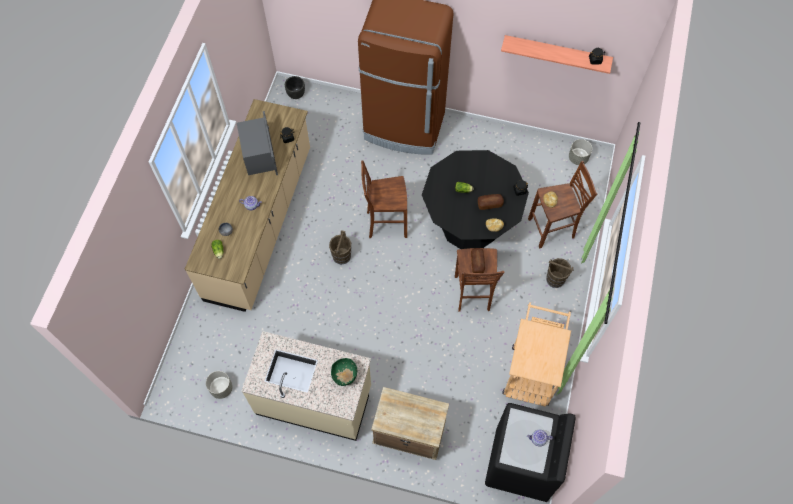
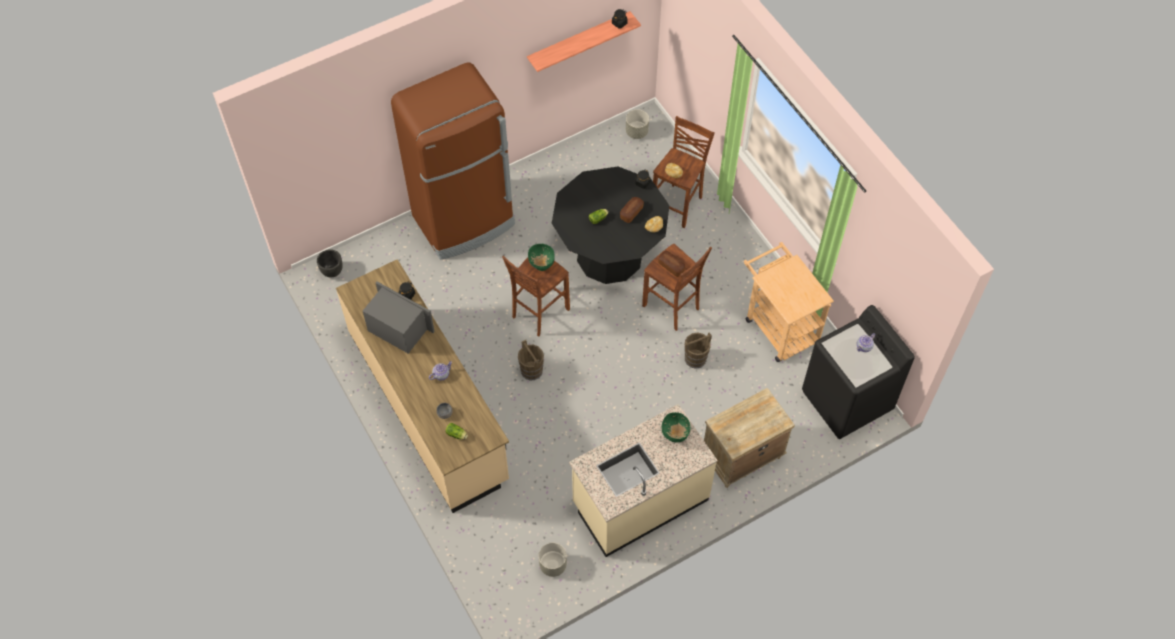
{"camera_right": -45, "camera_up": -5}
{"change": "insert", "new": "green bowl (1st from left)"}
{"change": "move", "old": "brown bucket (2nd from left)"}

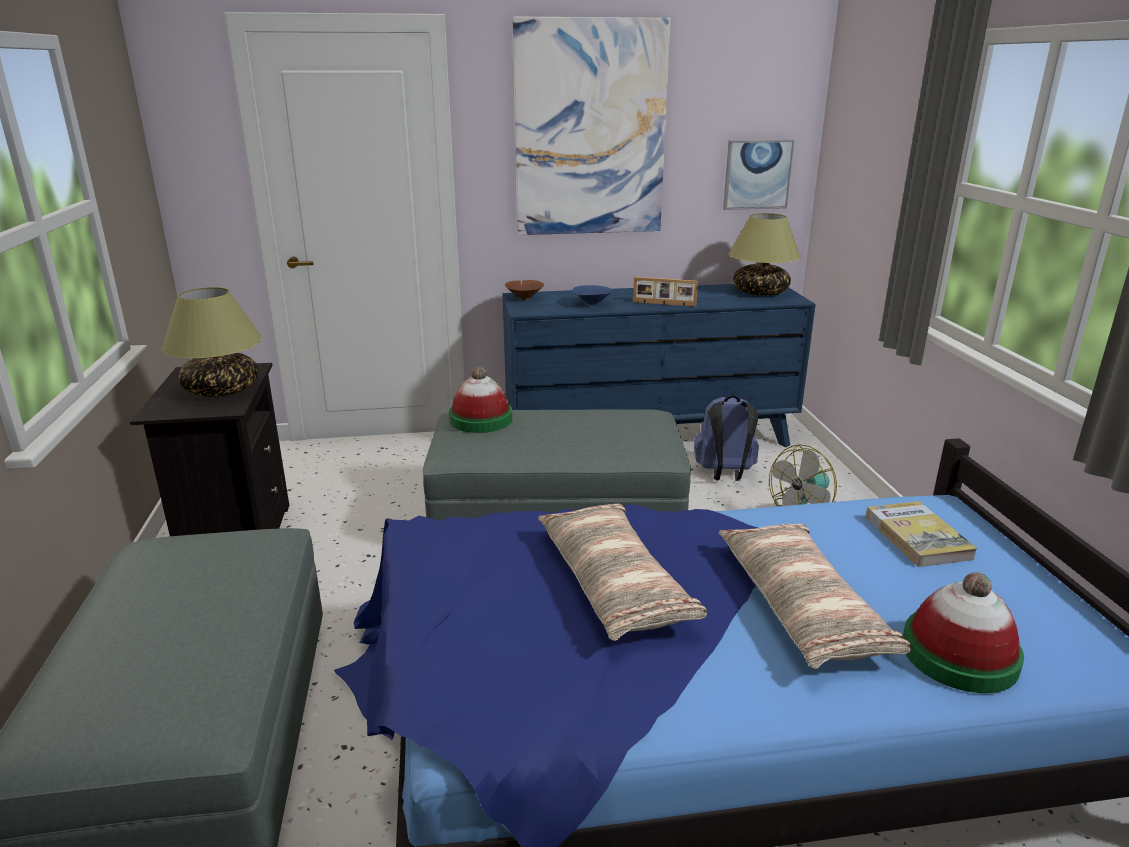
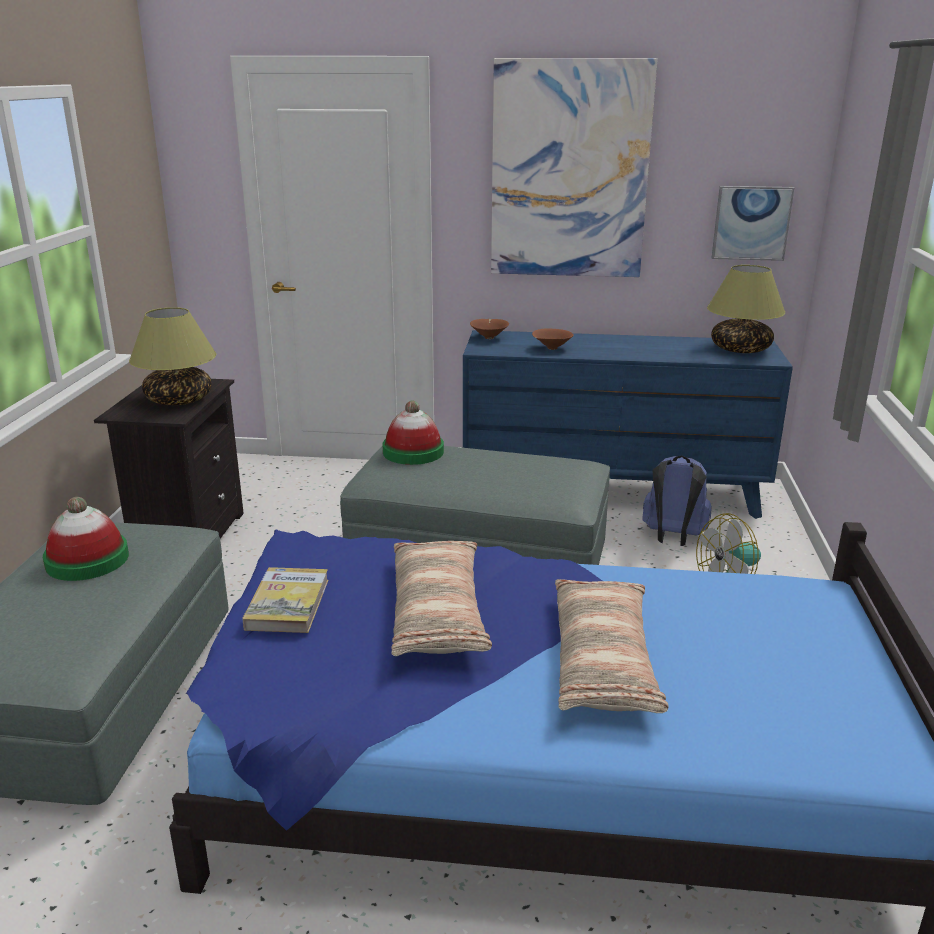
{"camera_right": 15, "camera_up": 0}
{"change": "move", "old": "hat (2nd from left in the first image)", "new": "hat (1st from left)"}
{"change": "move", "old": "book"}
{"change": "recolor", "old": "blue bowl", "new": "brown bowl (2nd from left)"}
{"change": "delete", "old": "picture frame"}

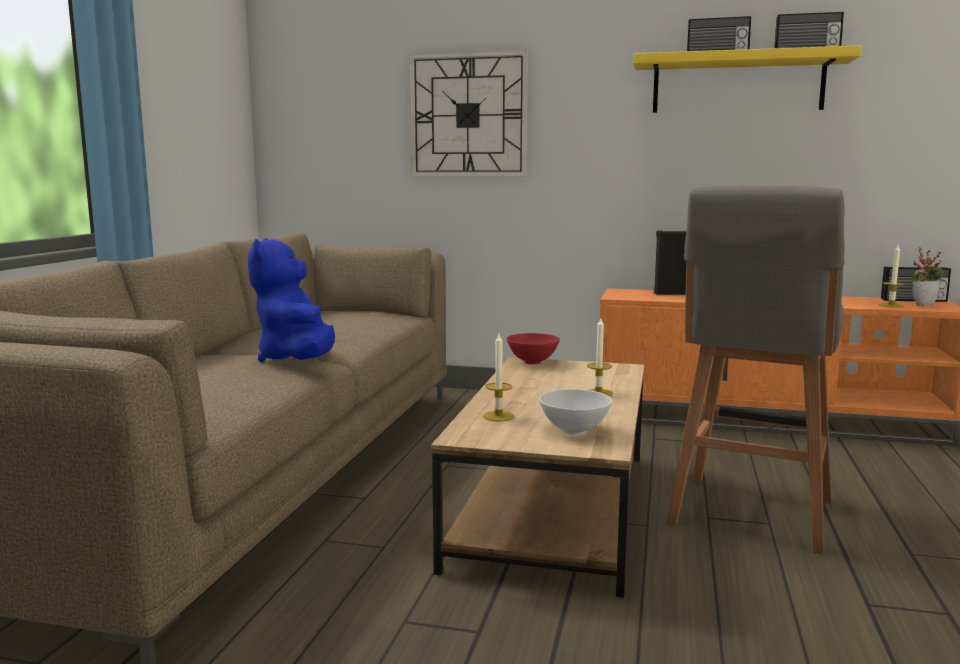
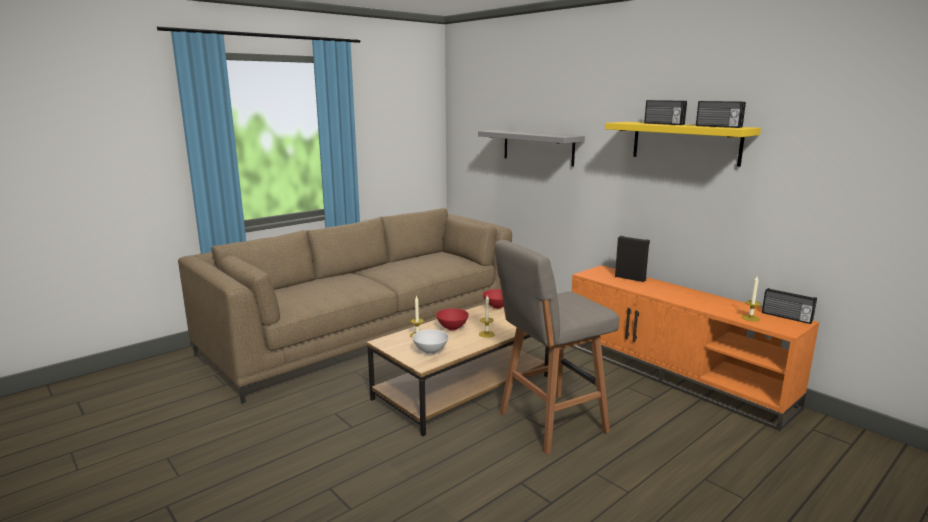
{"camera_right": 35, "camera_up": 5}
{"change": "insert", "new": "red bowl (1st from left)"}
{"change": "replace", "old": "wall clock", "new": "grey shelf"}
{"change": "delete", "old": "blue plush toy"}
{"change": "delete", "old": "potted plant"}

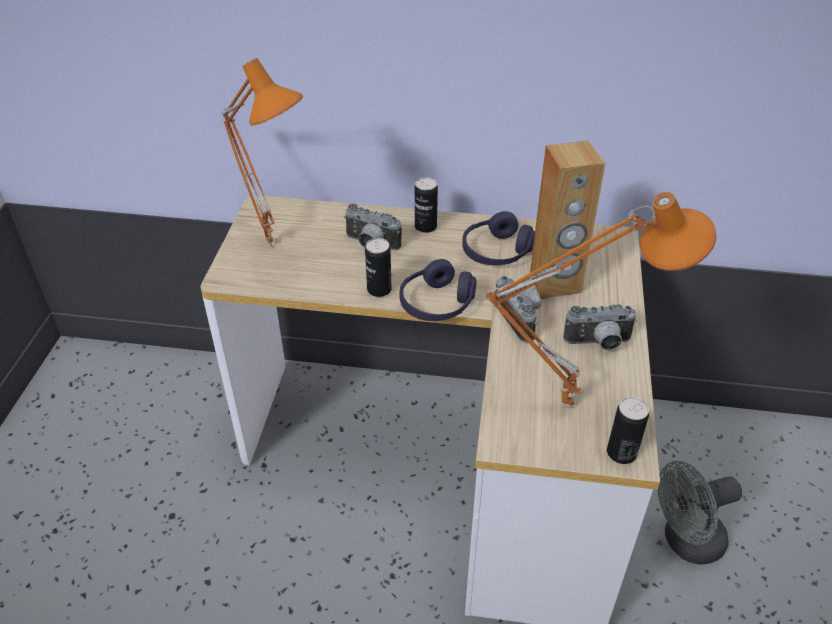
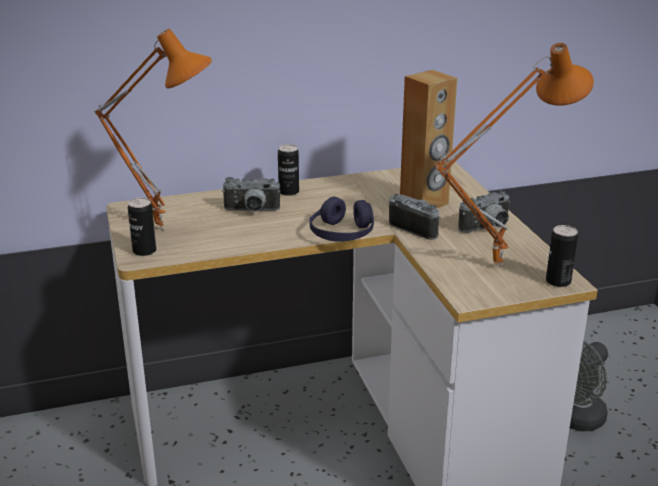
{"camera_right": -25, "camera_up": -15}
{"change": "move", "old": "can (1st from left)"}
{"change": "delete", "old": "purple headphones (2nd from left)"}

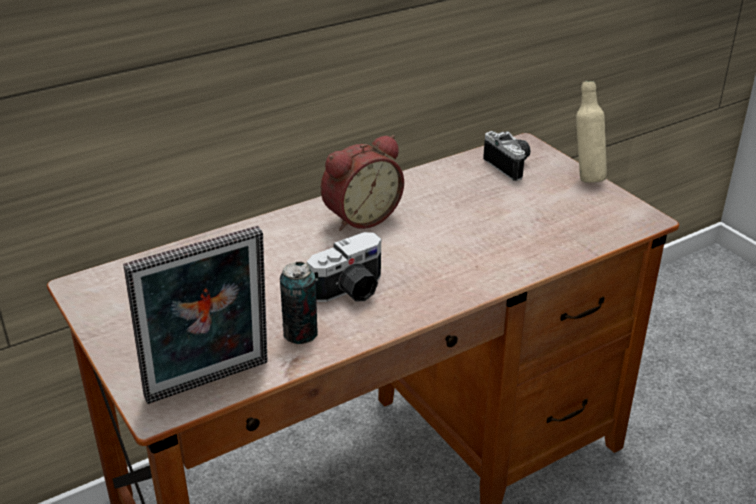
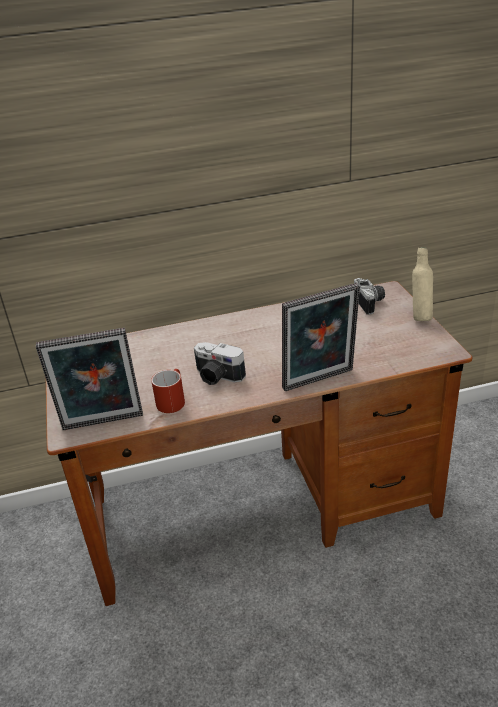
{"camera_right": 20, "camera_up": 0}
{"change": "replace", "old": "can", "new": "red mug"}
{"change": "rotate", "old": "photo camera (1st from left)", "degrees": 45}
{"change": "insert", "new": "picture frame (2nd from left)"}
{"change": "delete", "old": "alarm clock"}

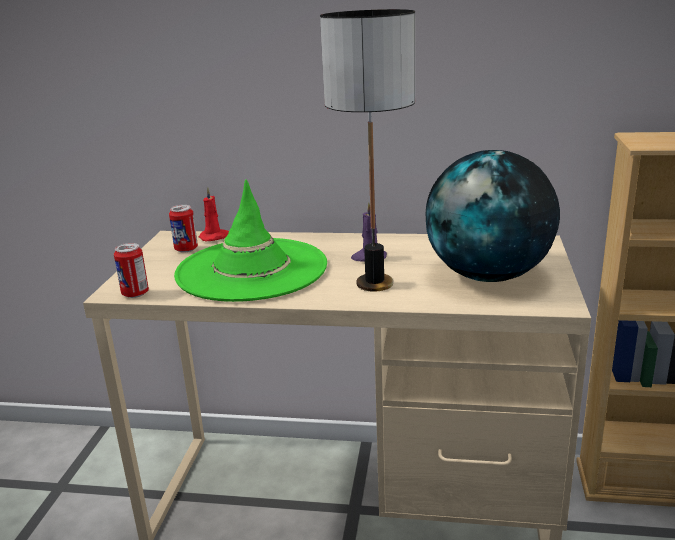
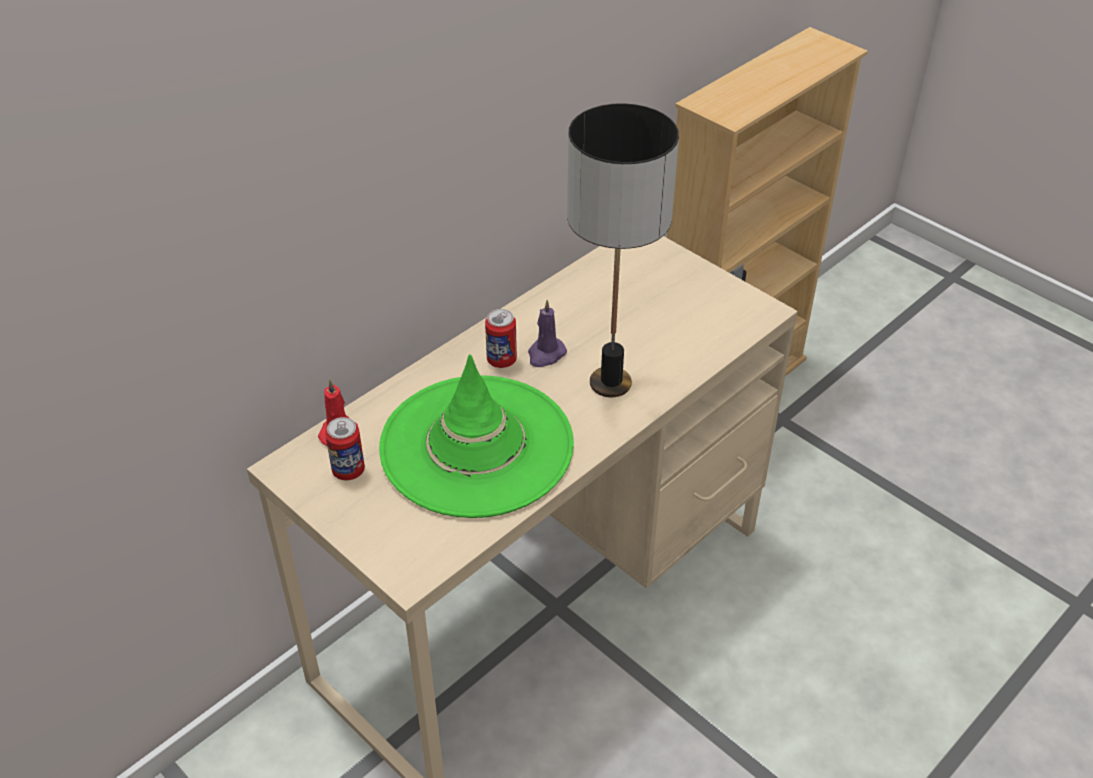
{"camera_right": -55, "camera_up": 20}
{"change": "move", "old": "can (1st from left in the first image)", "new": "can (2nd from left)"}
{"change": "delete", "old": "globe"}

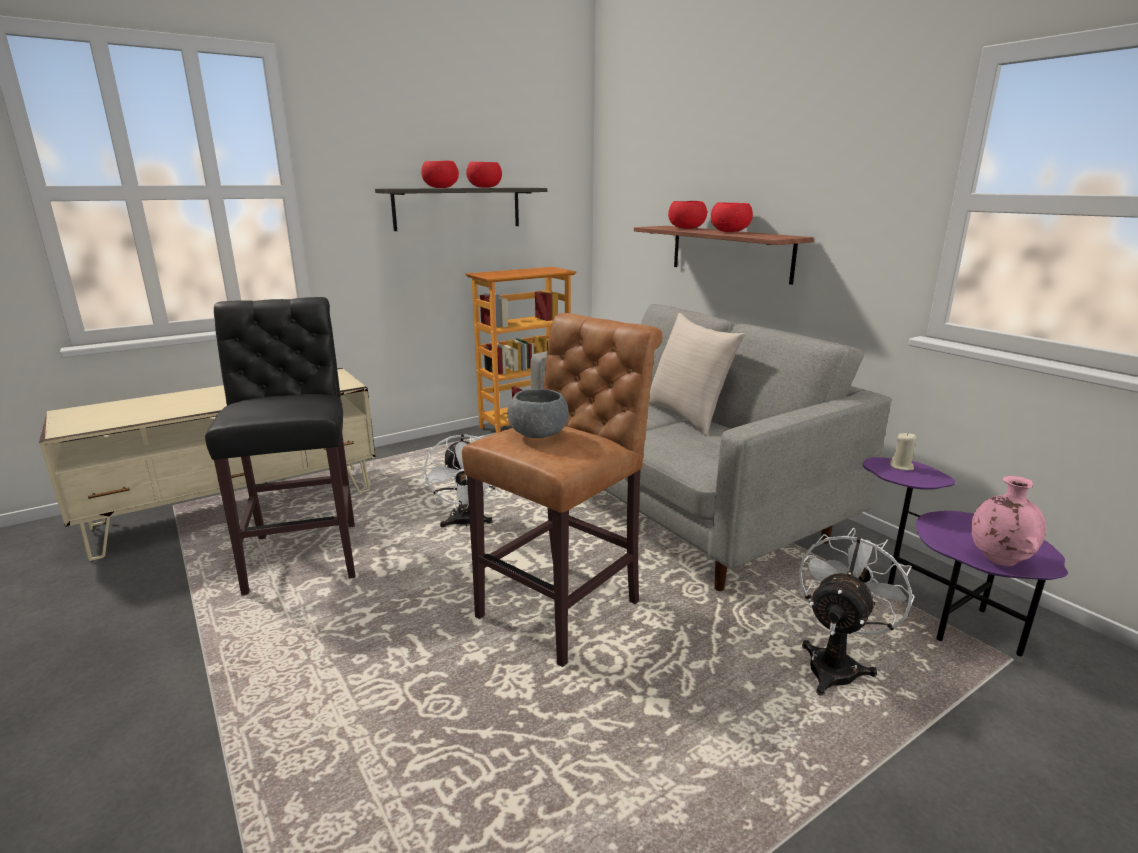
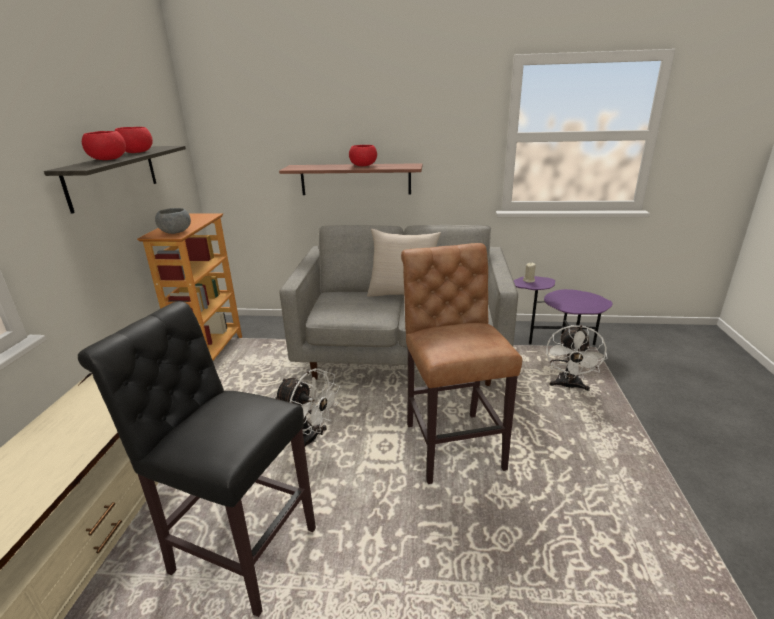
{"camera_right": -50, "camera_up": 5}
{"change": "move", "old": "grey bowl"}
{"change": "rotate", "old": "white fan (2nd from left)", "degrees": -150}
{"change": "delete", "old": "red bowl (3rd from left)"}
{"change": "delete", "old": "pink vase"}

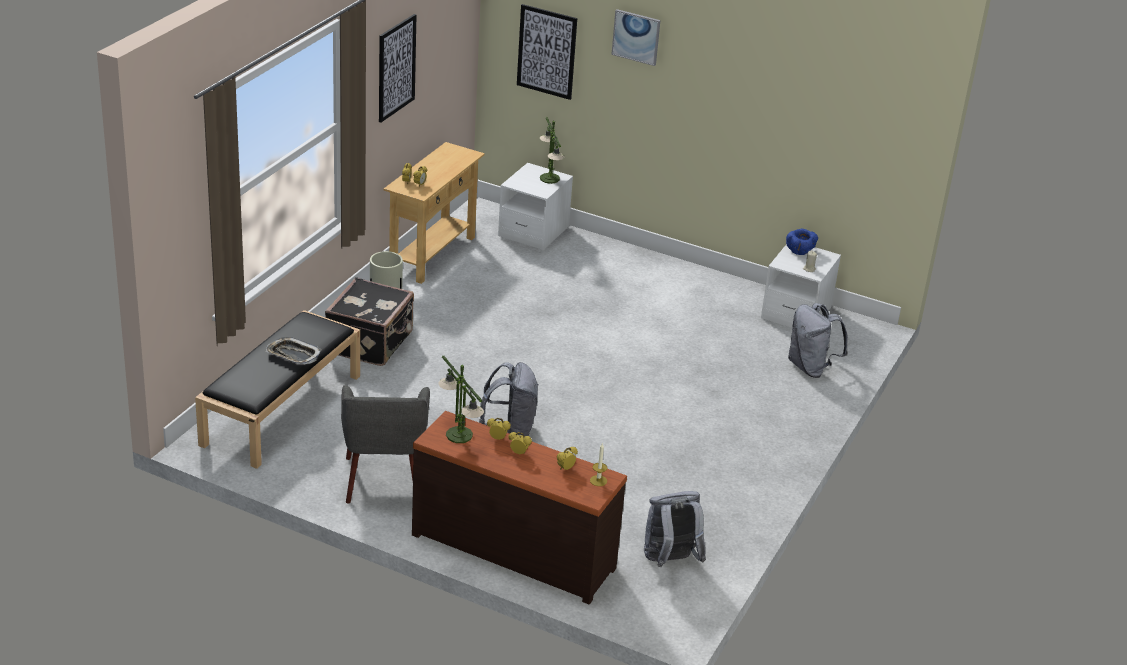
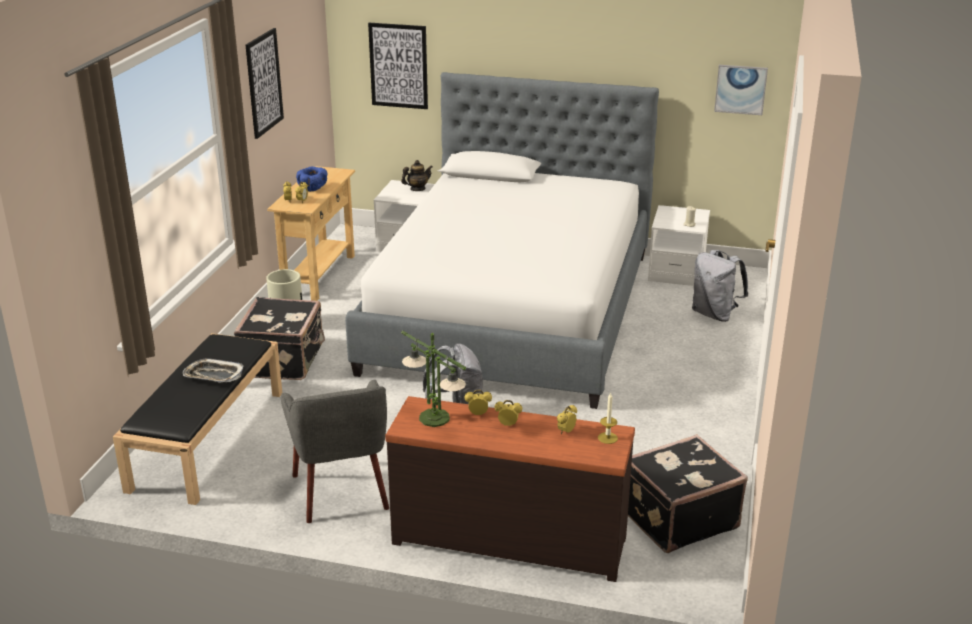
{"camera_right": -10, "camera_up": -5}
{"change": "move", "old": "blue bowl"}
{"change": "insert", "new": "bed"}
{"change": "replace", "old": "table lamp (2nd from left)", "new": "teapot"}
{"change": "replace", "old": "grey backpack (2nd from left)", "new": "black suitcase (2nd from left)"}
{"change": "move", "old": "picture (3rd from left)"}

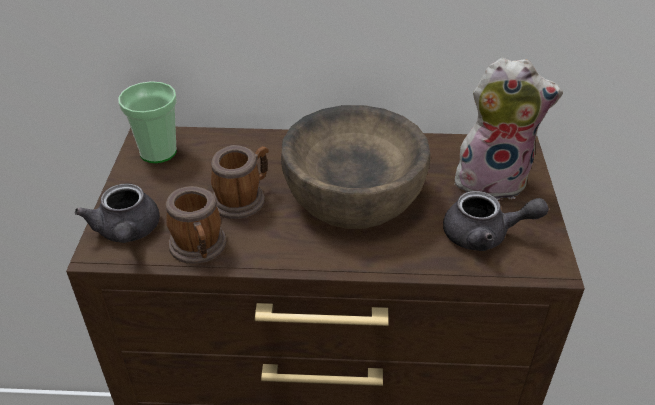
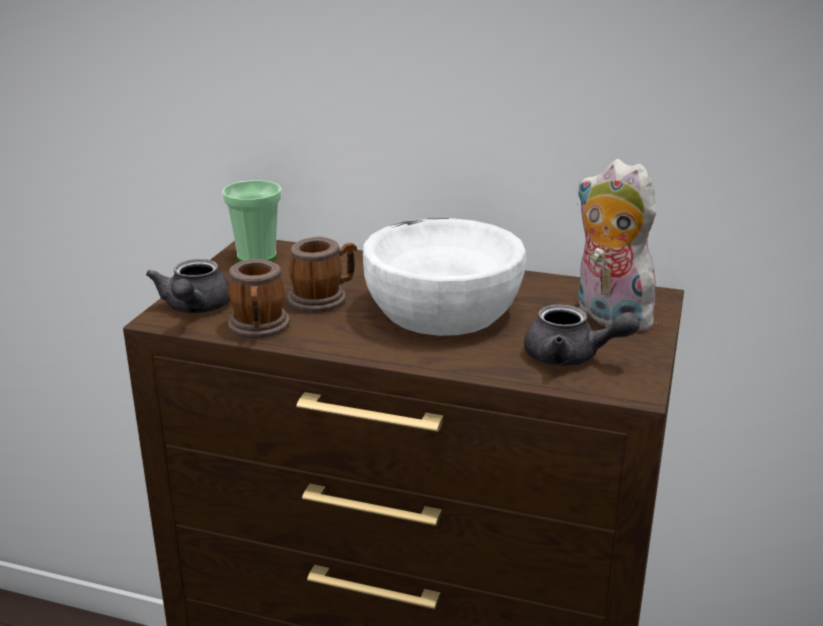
{"camera_right": 15, "camera_up": -15}
{"change": "recolor", "old": "brown bowl", "new": "white bowl"}
{"change": "rotate", "old": "plush toy", "degrees": -150}

